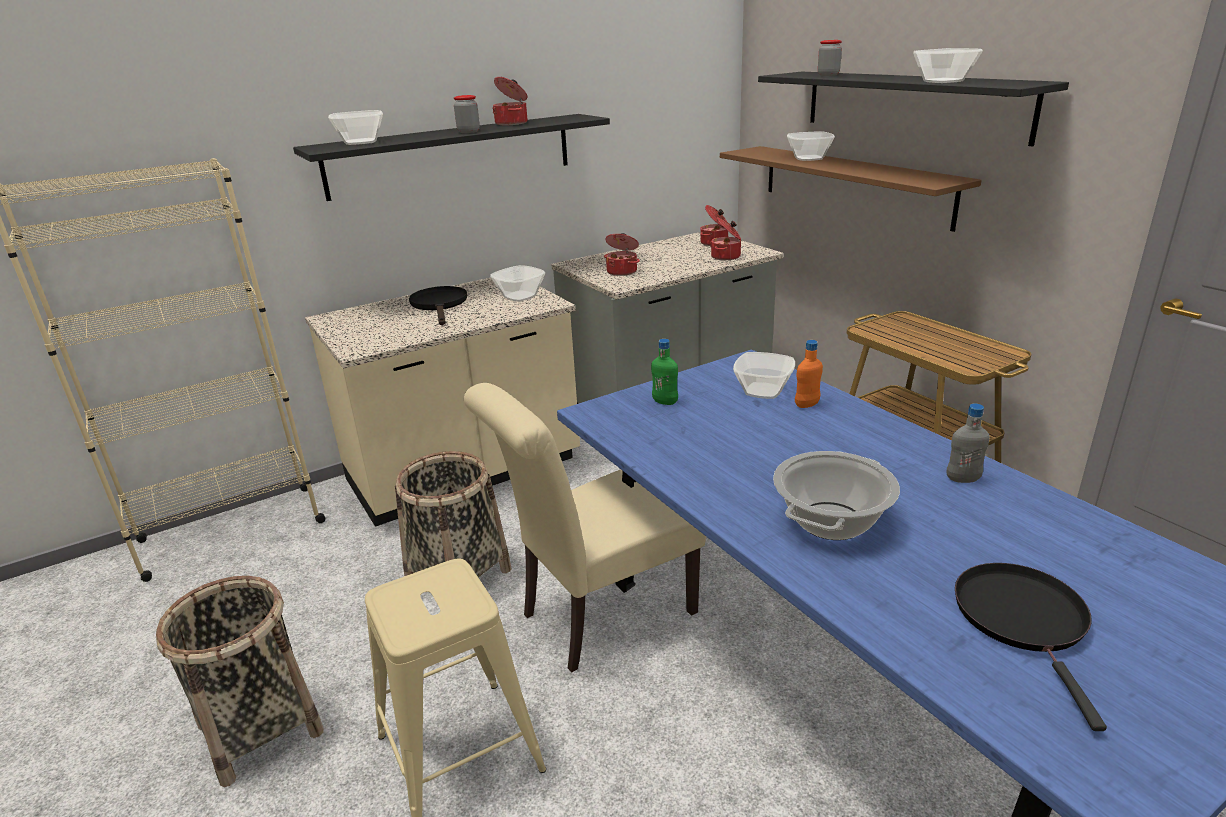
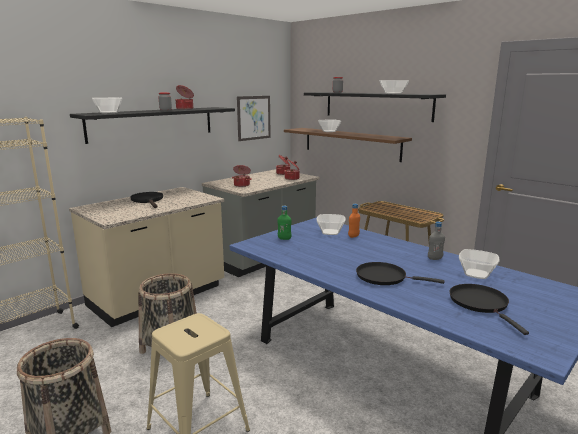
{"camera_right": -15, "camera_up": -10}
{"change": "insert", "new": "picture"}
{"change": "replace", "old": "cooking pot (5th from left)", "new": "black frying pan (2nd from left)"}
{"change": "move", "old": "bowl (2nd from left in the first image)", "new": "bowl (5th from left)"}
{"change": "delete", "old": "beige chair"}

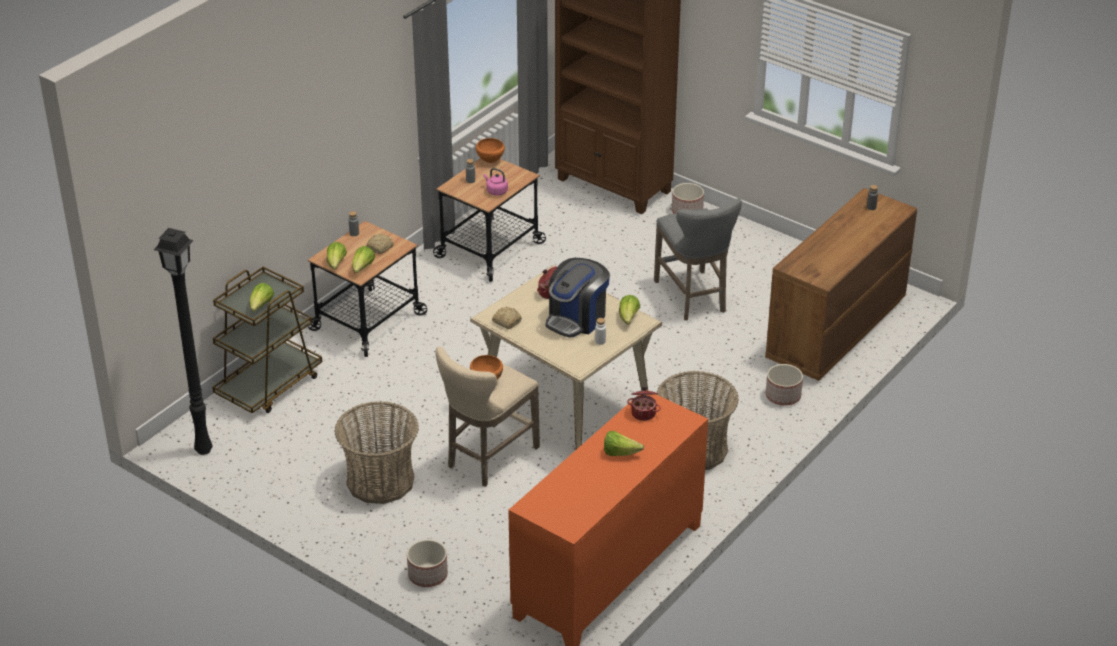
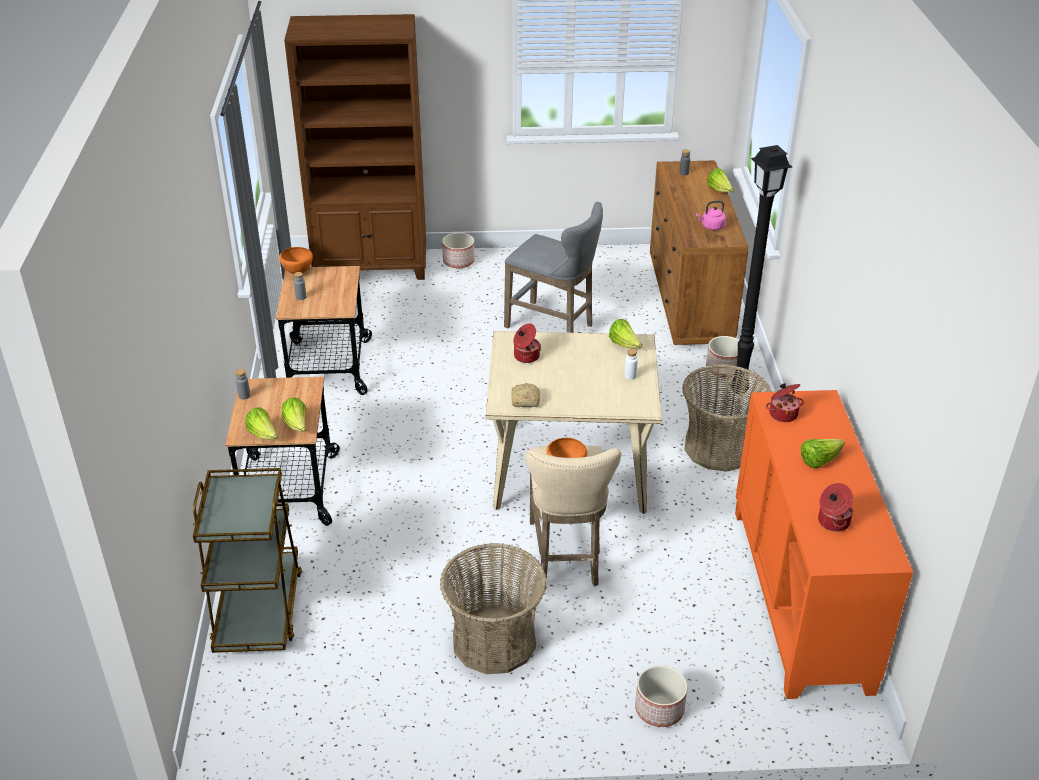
{"camera_right": -40, "camera_up": 0}
{"change": "move", "old": "pink kettle"}
{"change": "move", "old": "lettuce (1st from left in the first image)", "new": "lettuce (4th from left)"}
{"change": "move", "old": "black floor lamp"}
{"change": "insert", "new": "cooking pot (3rd from left)"}
{"change": "delete", "old": "bread (1st from left)"}
{"change": "delete", "old": "coffee machine"}

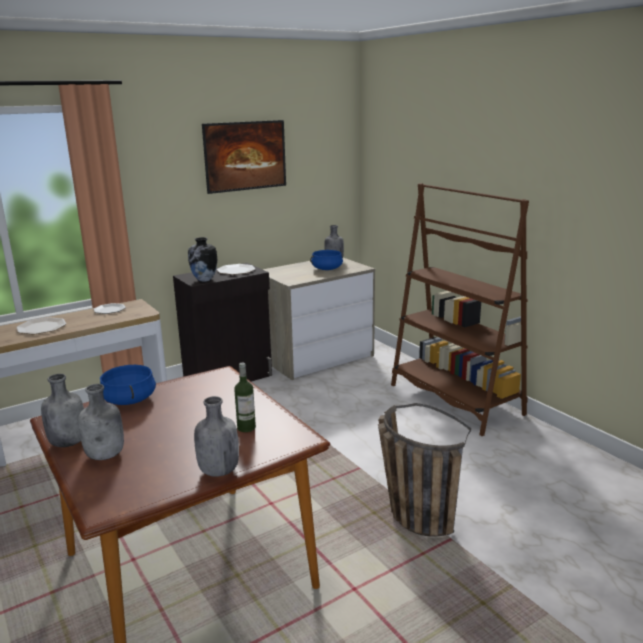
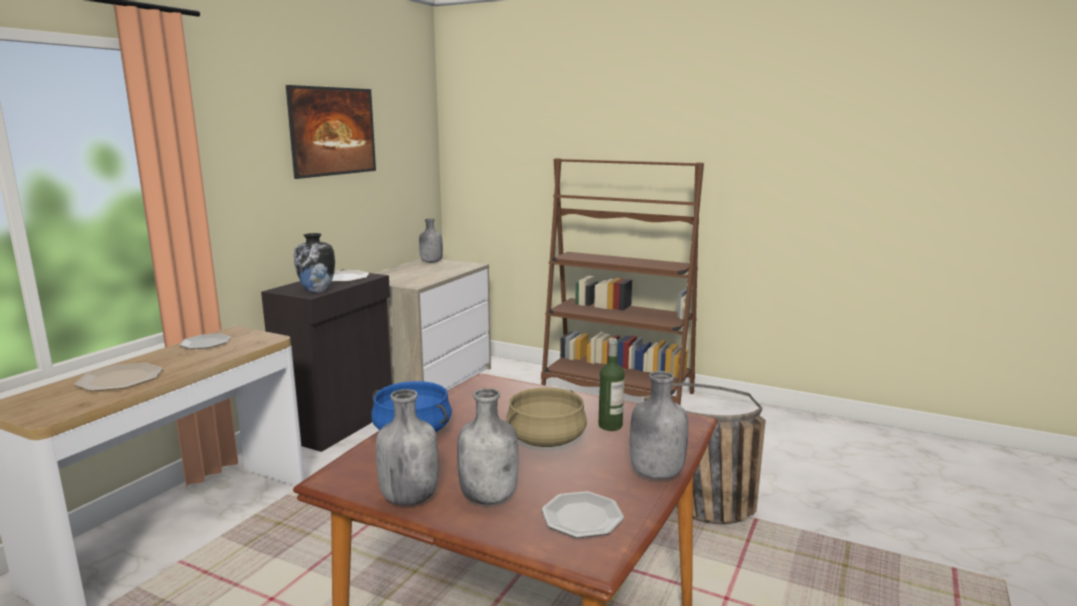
{"camera_right": -30, "camera_up": -5}
{"change": "insert", "new": "beige cooking pot"}
{"change": "insert", "new": "plate (4th from left)"}
{"change": "delete", "old": "blue cooking pot (2nd from left)"}

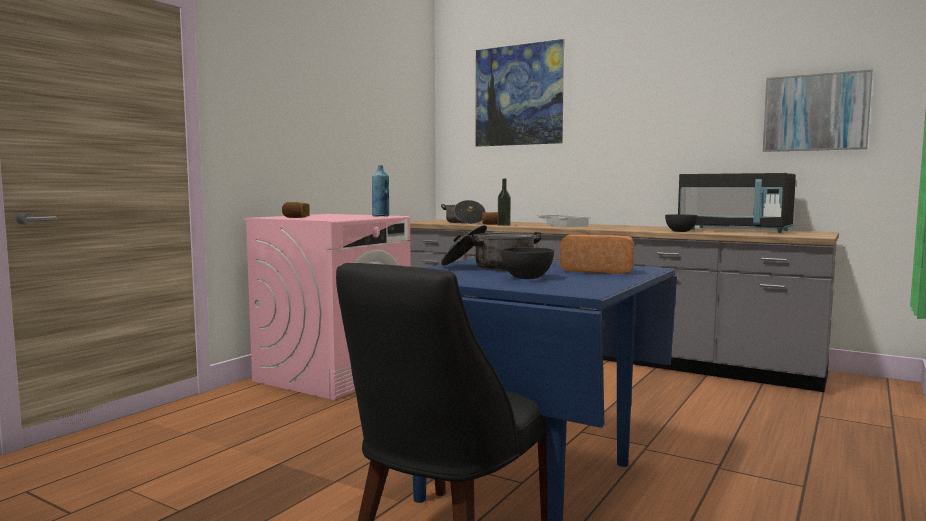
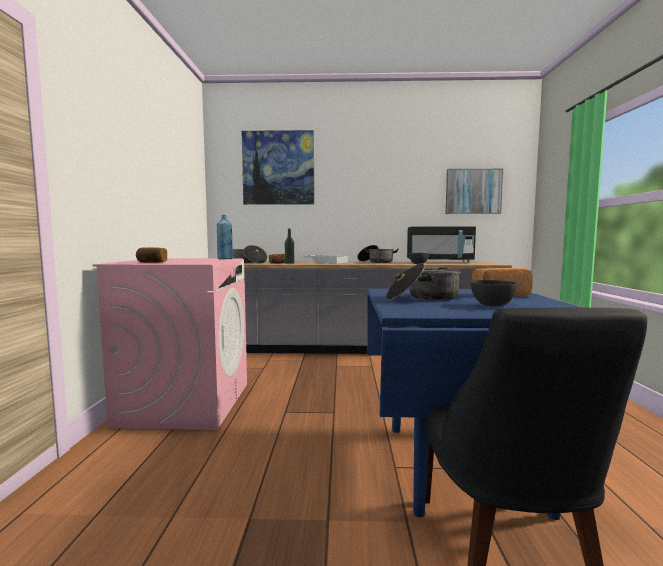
{"camera_right": -30, "camera_up": 0}
{"change": "insert", "new": "cooking pot (2nd from left)"}

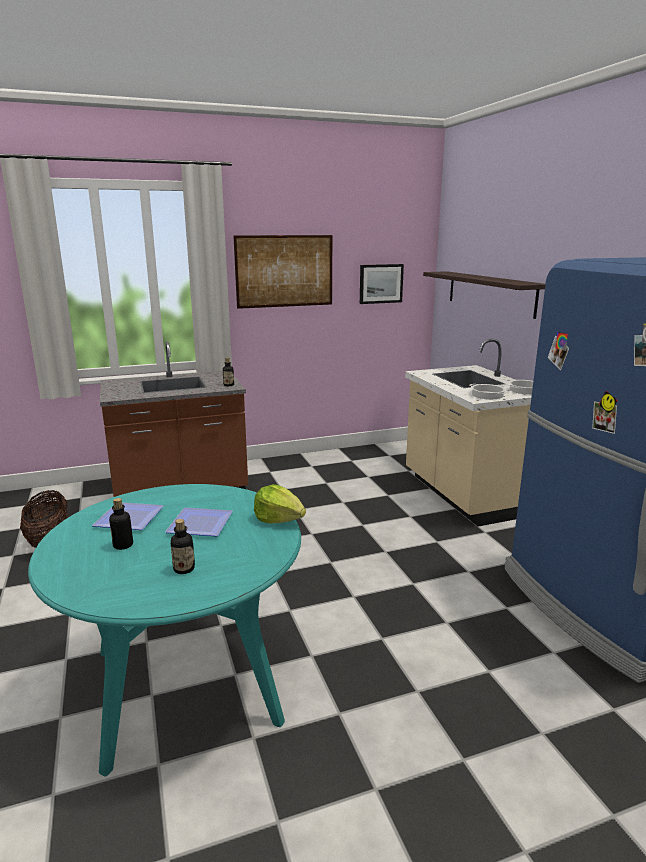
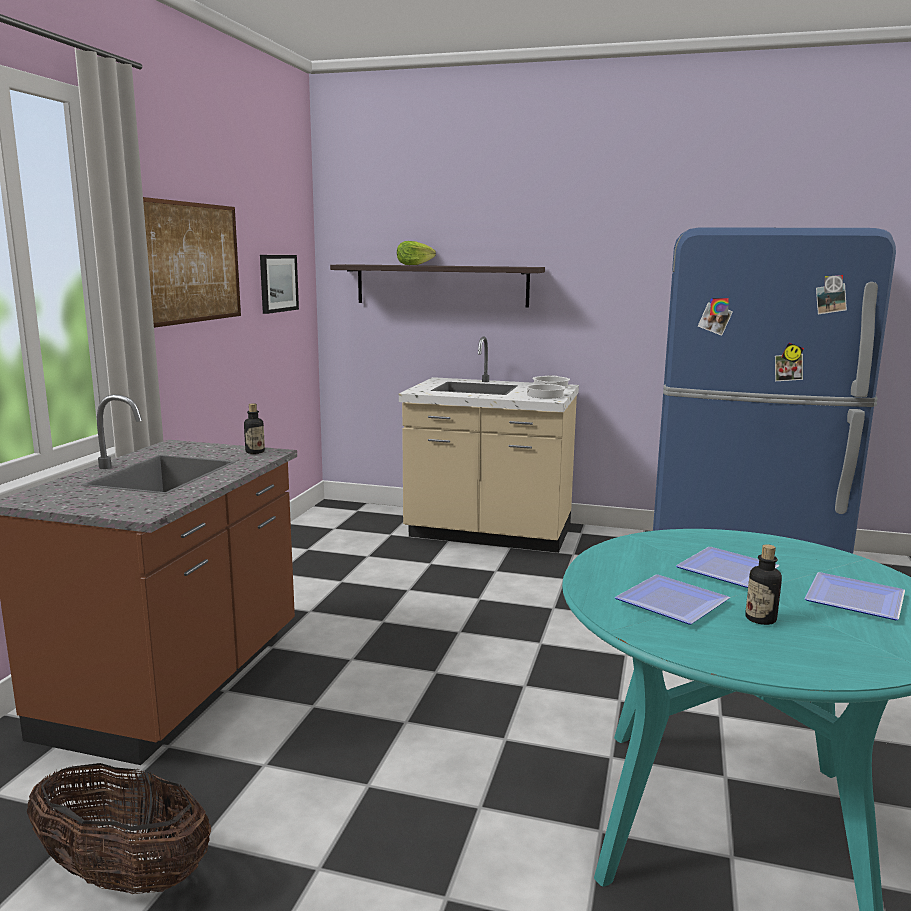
{"camera_right": -55, "camera_up": -5}
{"change": "move", "old": "lettuce"}
{"change": "replace", "old": "bottle (2nd from left)", "new": "plate (3rd from left)"}

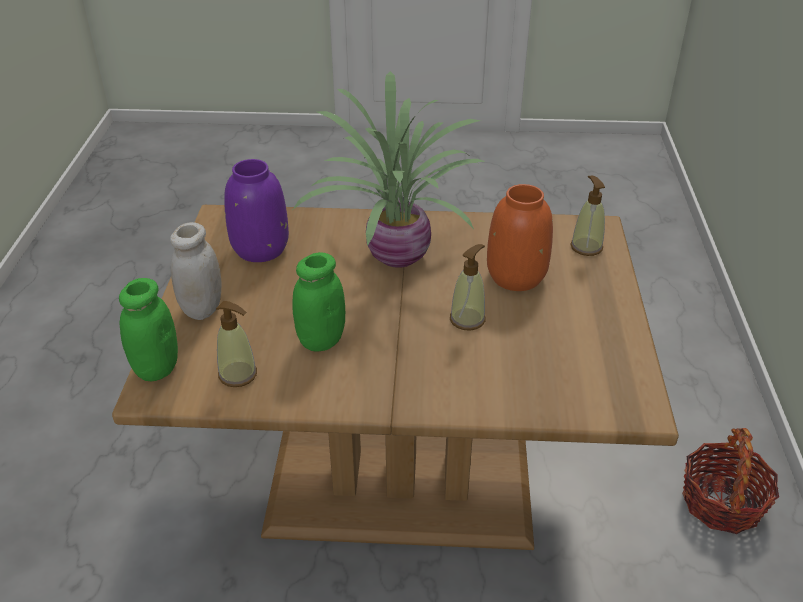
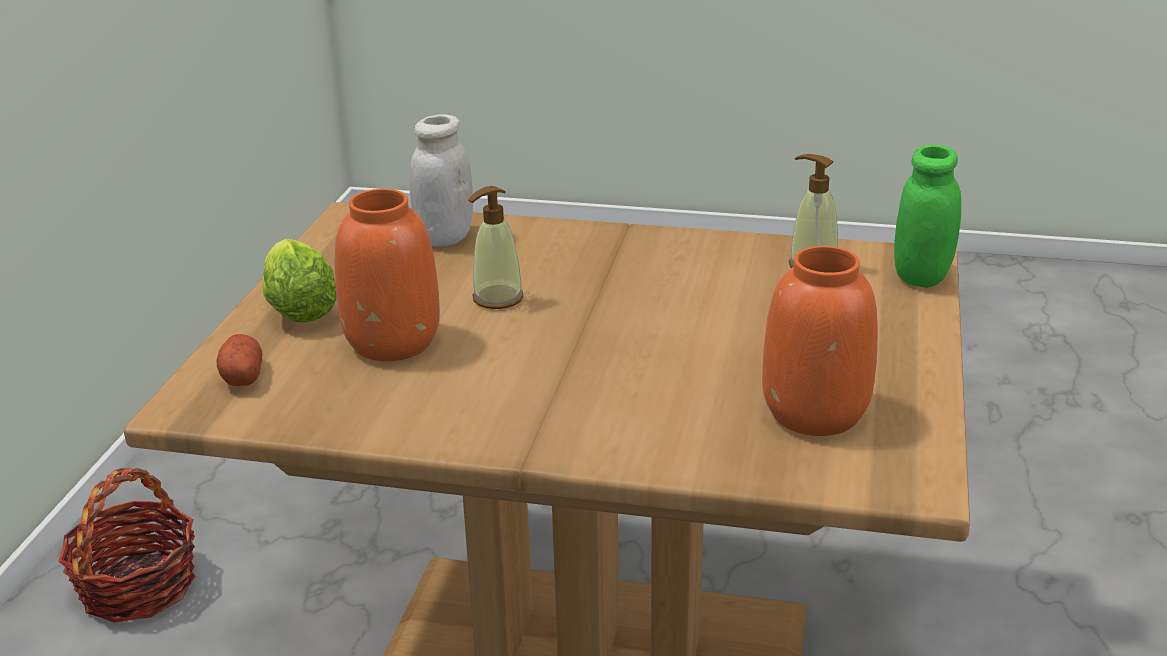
{"camera_right": -170, "camera_up": -10}
{"change": "replace", "old": "soap dispenser (3rd from left)", "new": "potato"}
{"change": "insert", "new": "lettuce"}
{"change": "move", "old": "white jar"}
{"change": "recolor", "old": "purple vase", "new": "orange vase (2nd from left)"}
{"change": "delete", "old": "green jar (2nd from left)"}
{"change": "delete", "old": "potted plant"}

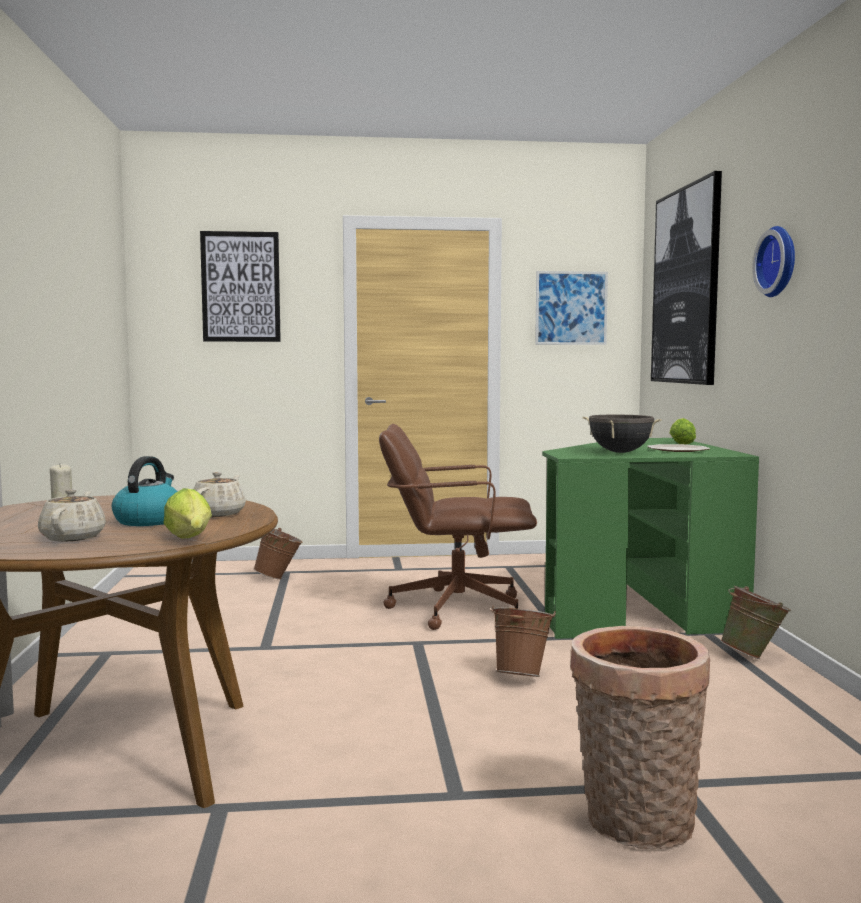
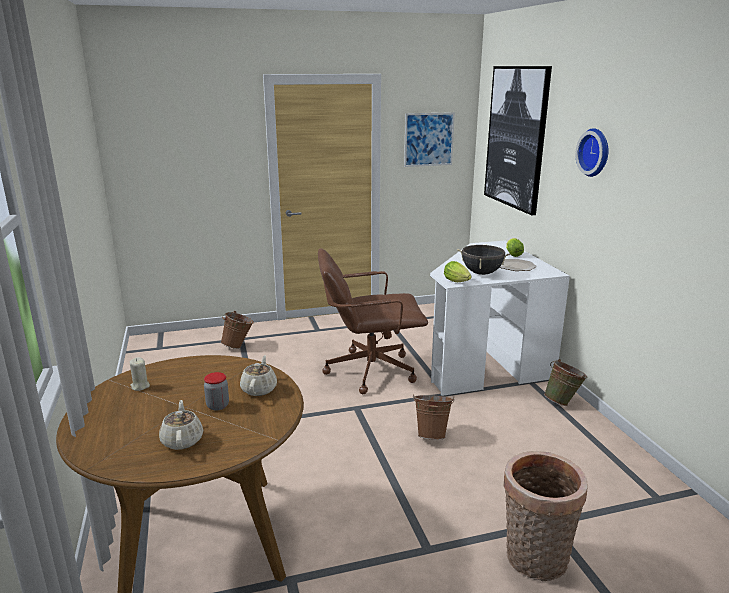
{"camera_right": -10, "camera_up": 15}
{"change": "replace", "old": "kettle", "new": "jar"}
{"change": "recolor", "old": "green desk", "new": "white desk"}
{"change": "move", "old": "lettuce (1st from left)"}
{"change": "delete", "old": "picture (1st from left)"}

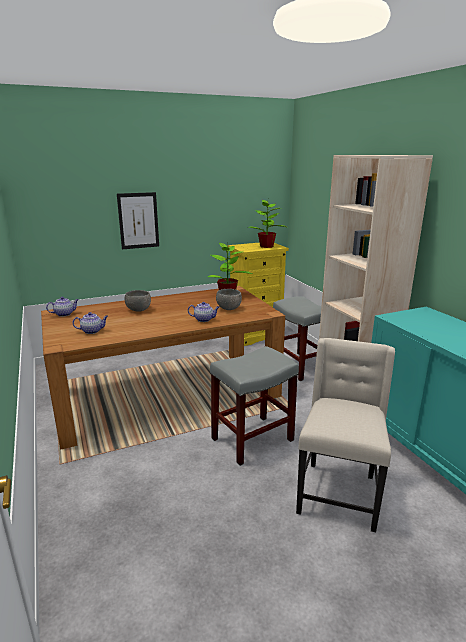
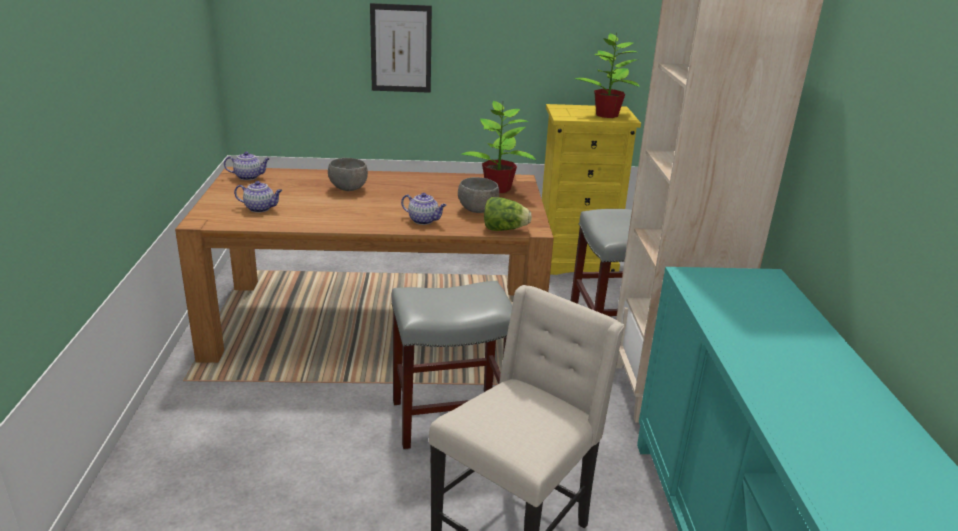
{"camera_right": 20, "camera_up": 5}
{"change": "insert", "new": "lettuce"}

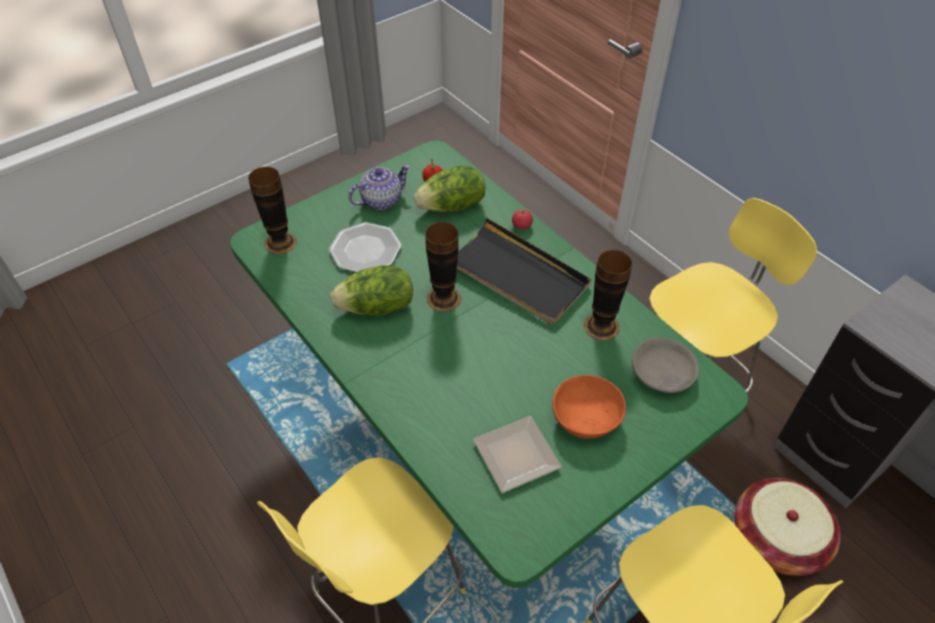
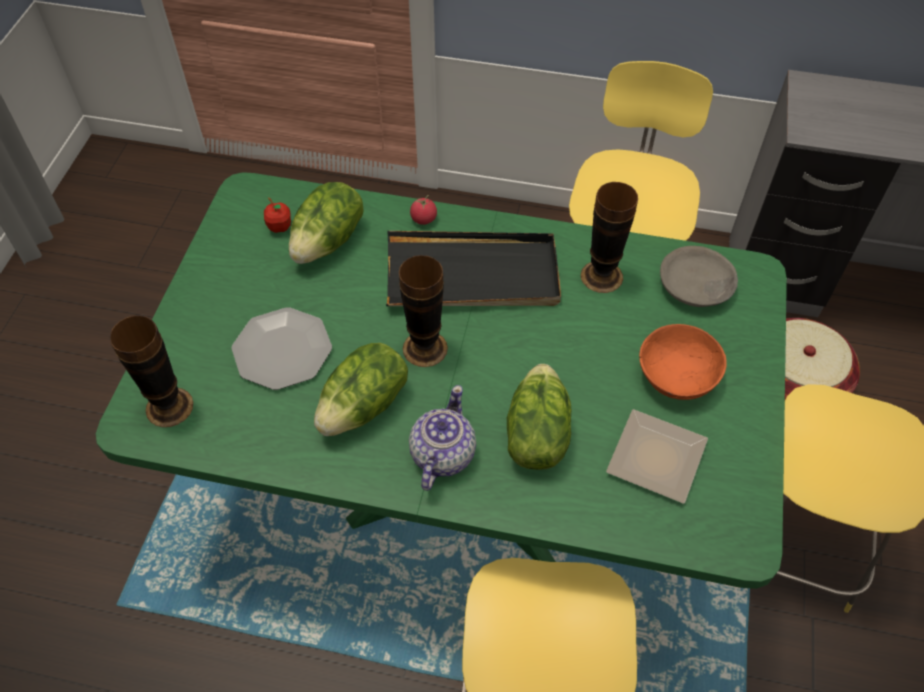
{"camera_right": -40, "camera_up": 5}
{"change": "move", "old": "teapot"}
{"change": "insert", "new": "lettuce (3rd from left)"}

